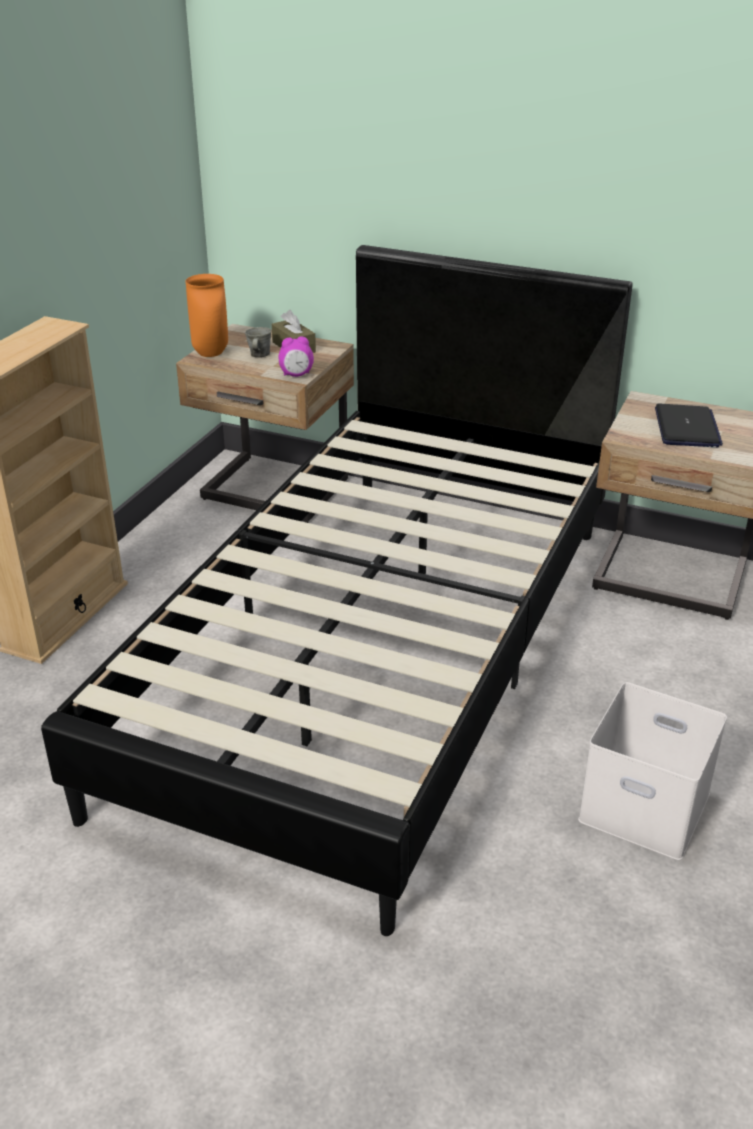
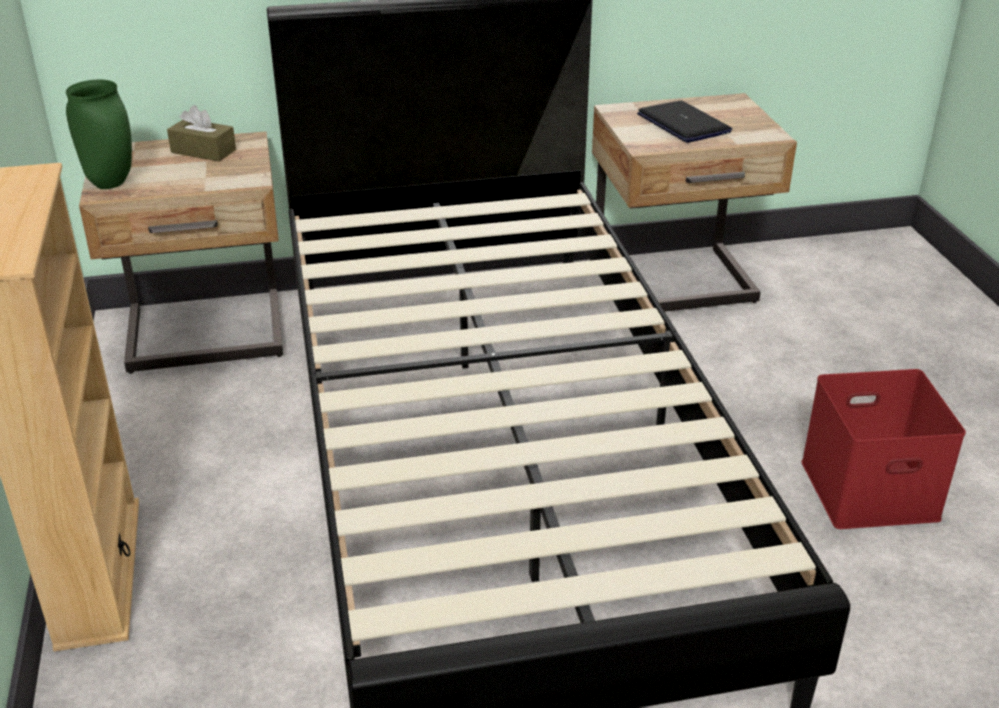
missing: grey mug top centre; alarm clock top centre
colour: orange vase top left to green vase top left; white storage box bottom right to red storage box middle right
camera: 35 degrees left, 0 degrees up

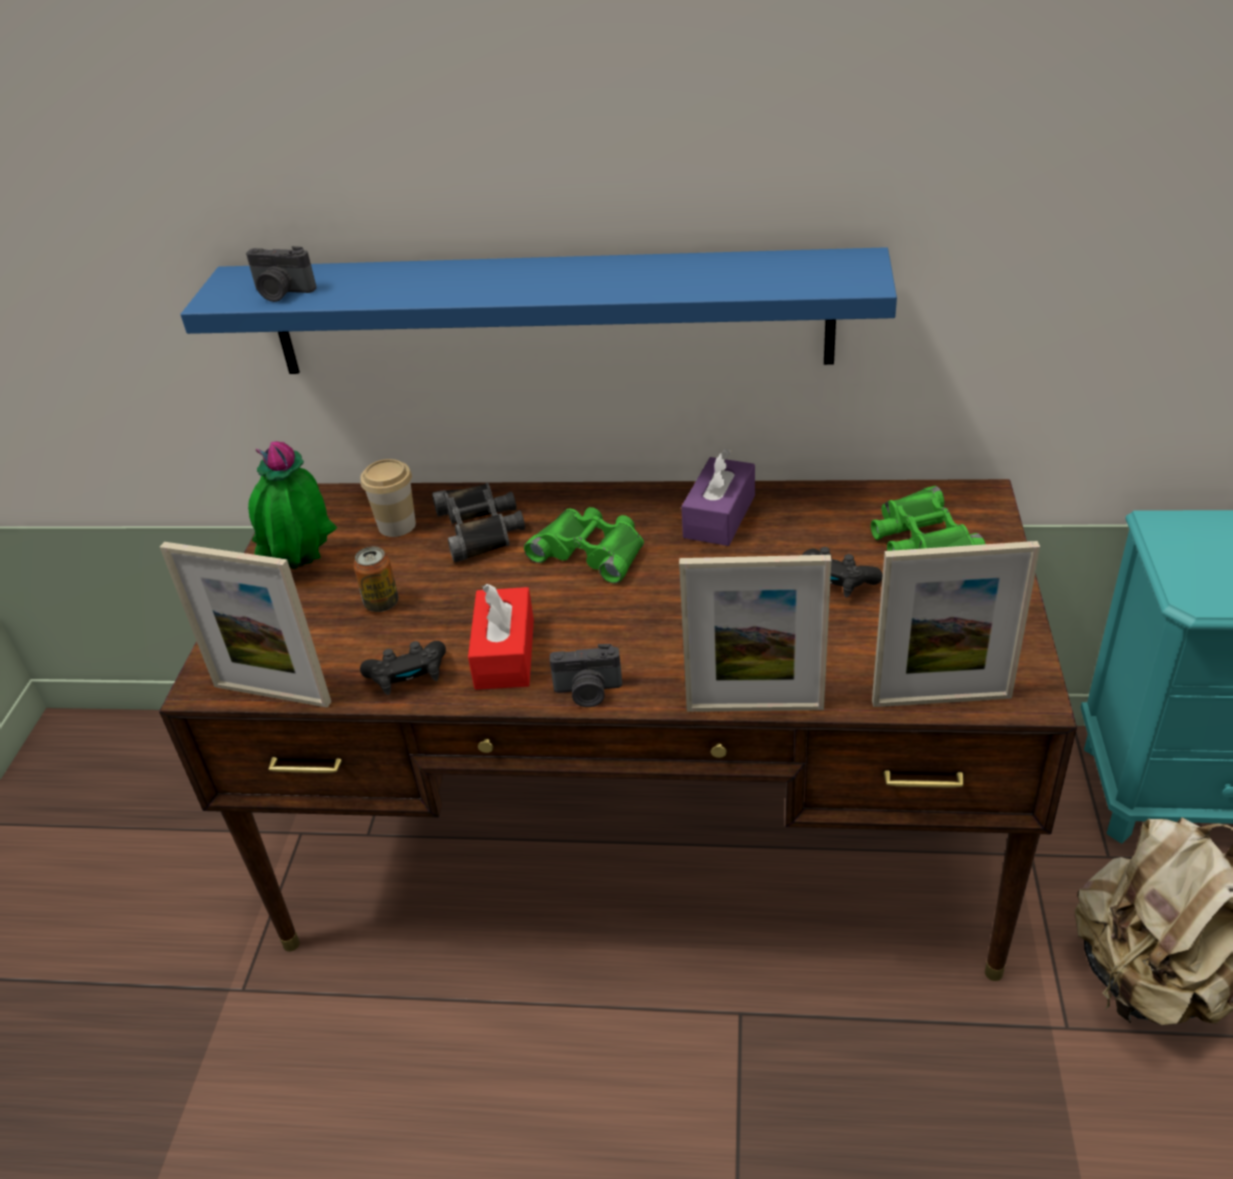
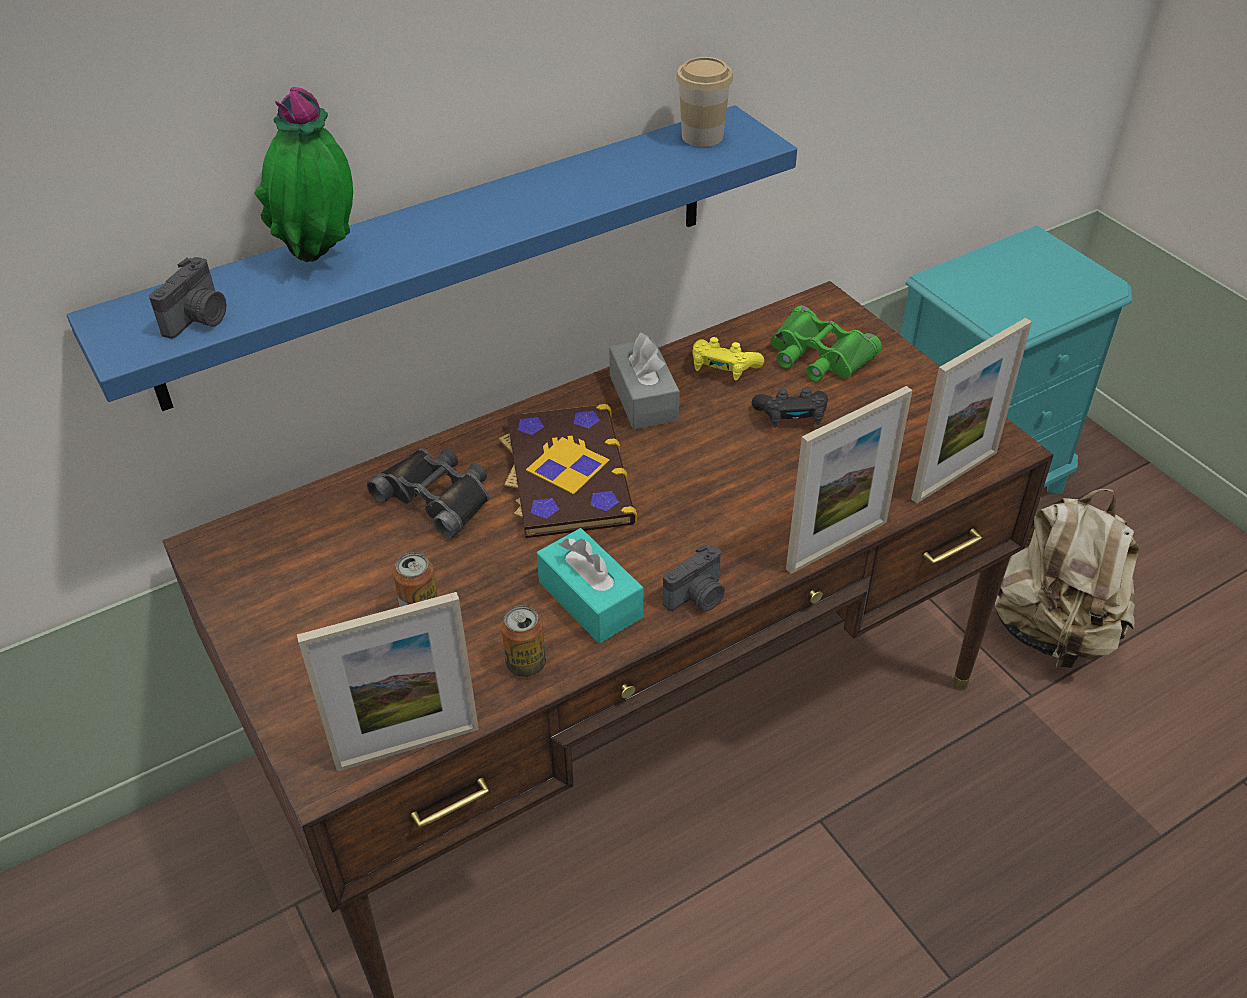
appeared: yellow game controller centre
relocated: potted plant middle left to top left; cup middle left to top centre
exchanged: black game controller (no. 1 from left) middle left to can (no. 2 from left) centre; green binoculars (no. 1 from left) centre to book centre
colour: red tissue box centre to turquoise tissue box centre; purple tissue box centre to grey tissue box centre
spun: photo camera (no. 1 from left) top left = top left 45 degrees counterclockwise
camera: 40 degrees left, 5 degrees up

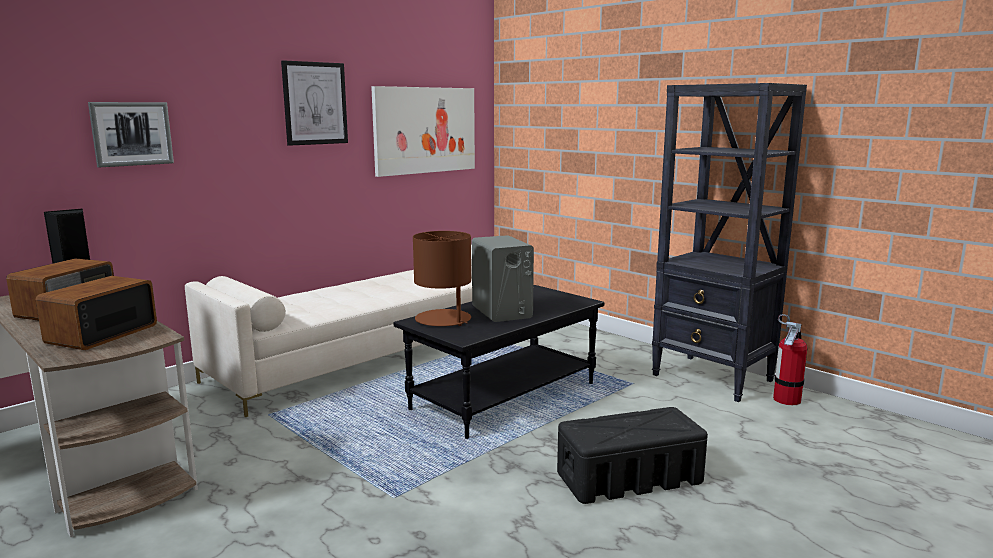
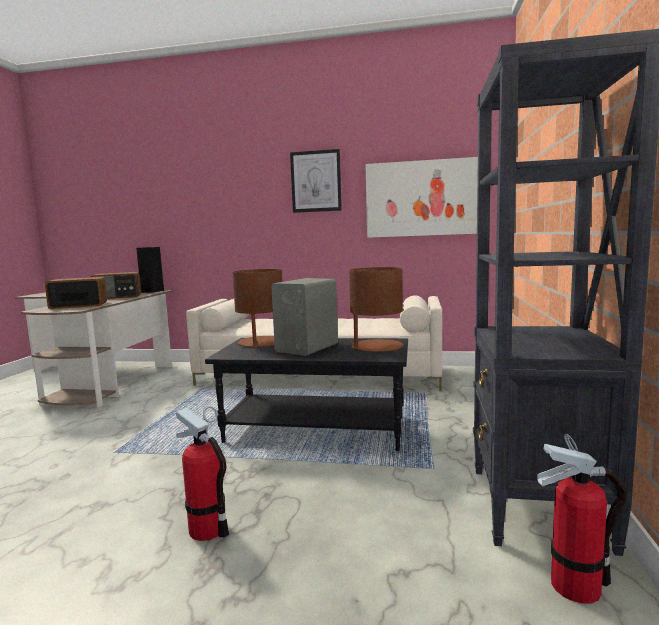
missing: picture (no. 1 from left) top left
appeared: brown table lamp (no. 2 from left) centre
exchanged: black storage box bottom centre to fire extinguisher (no. 1 from left) bottom left
camera: 55 degrees right, 5 degrees down

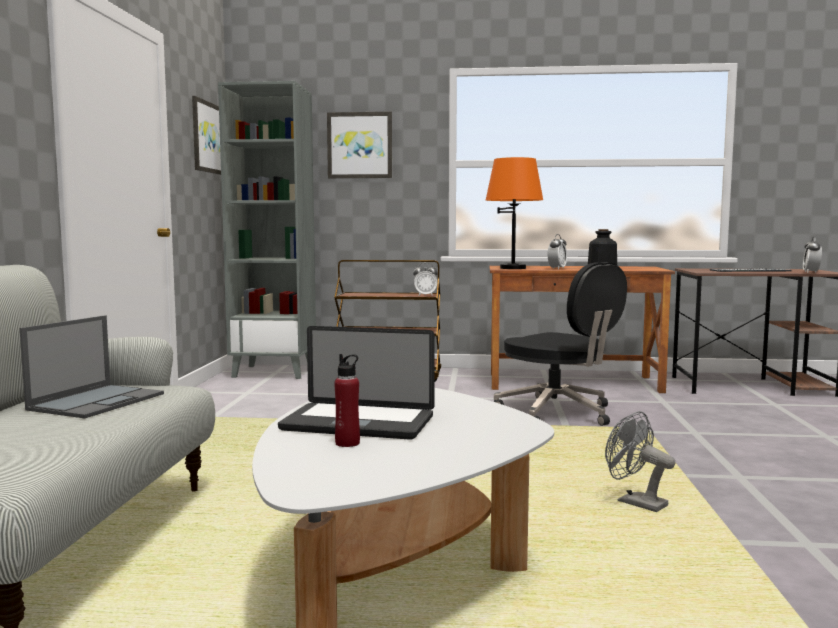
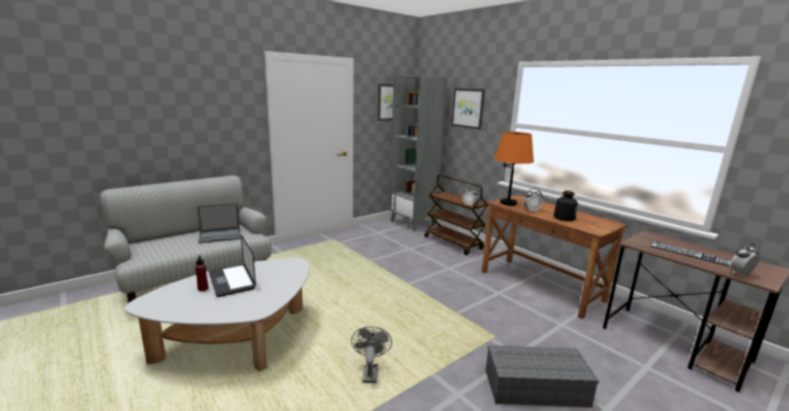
missing: black office chair middle right
appeared: grey storage box bottom right
camera: 45 degrees right, 10 degrees up

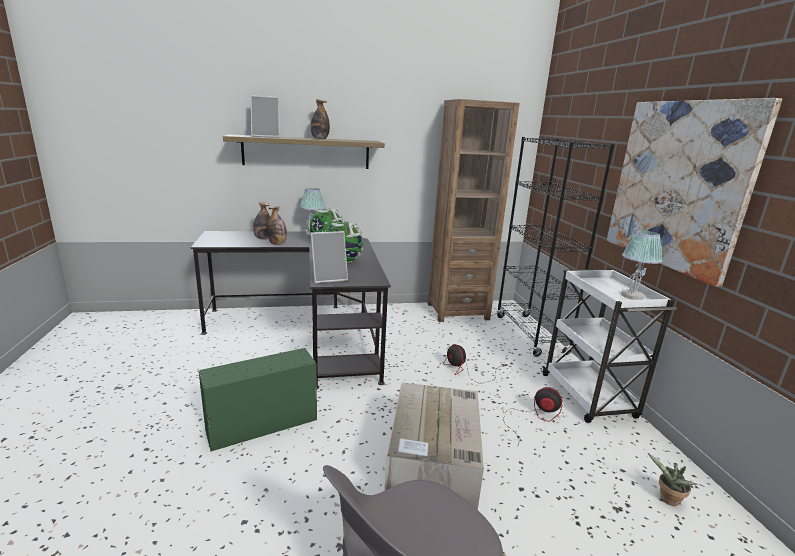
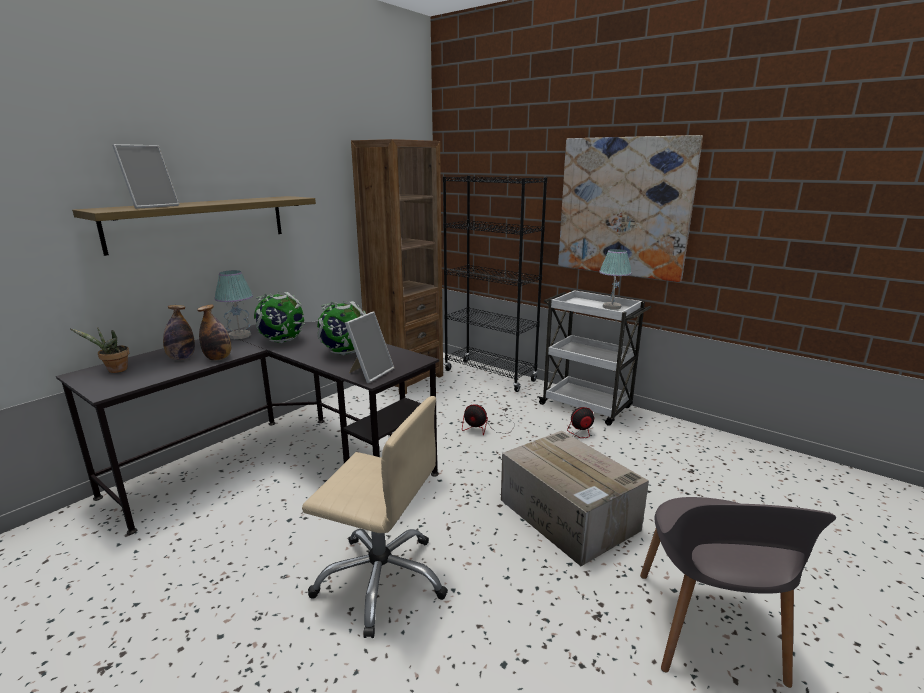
missing: bottle (no. 3 from left) top centre
relocated: potted plant bottom right to middle left
exchanged: green storage box bottom left to beige office chair bottom centre
camera: 40 degrees left, 0 degrees up

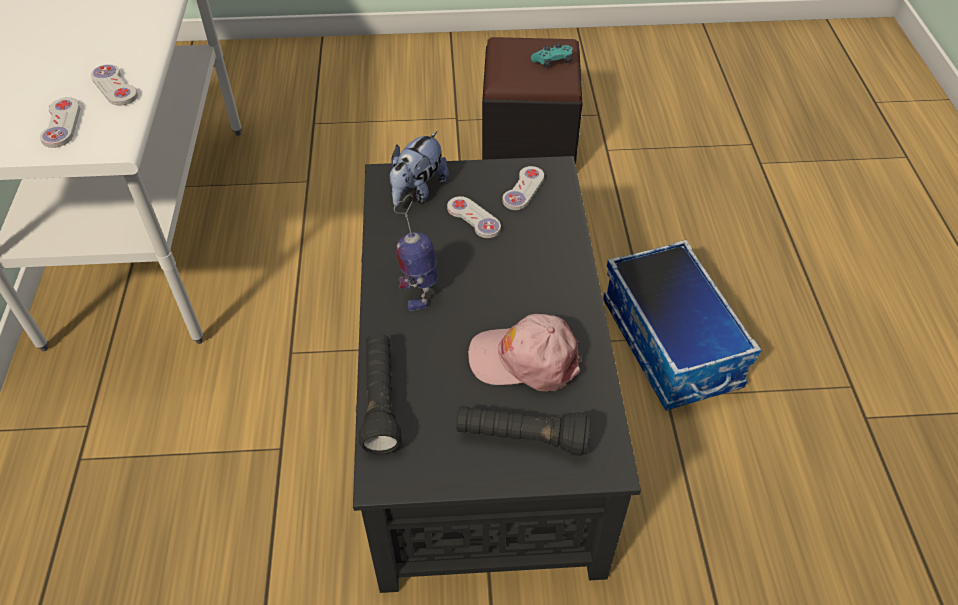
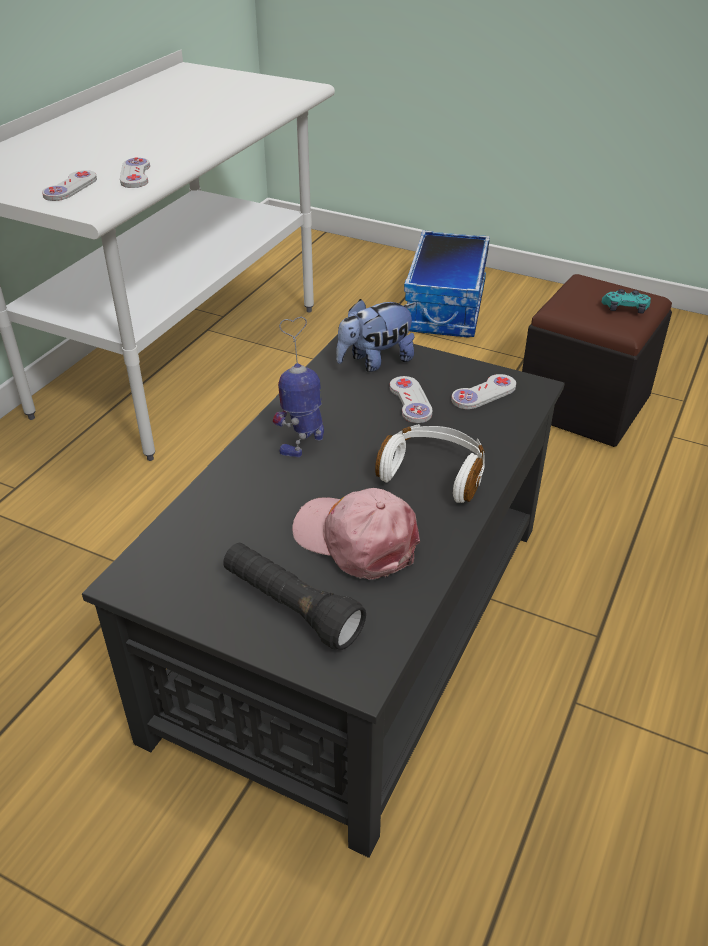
missing: black flashlight (no. 1 from left) centre
appeared: white headphones centre
relocated: storage box middle right to top centre
camera: 30 degrees right, 10 degrees down

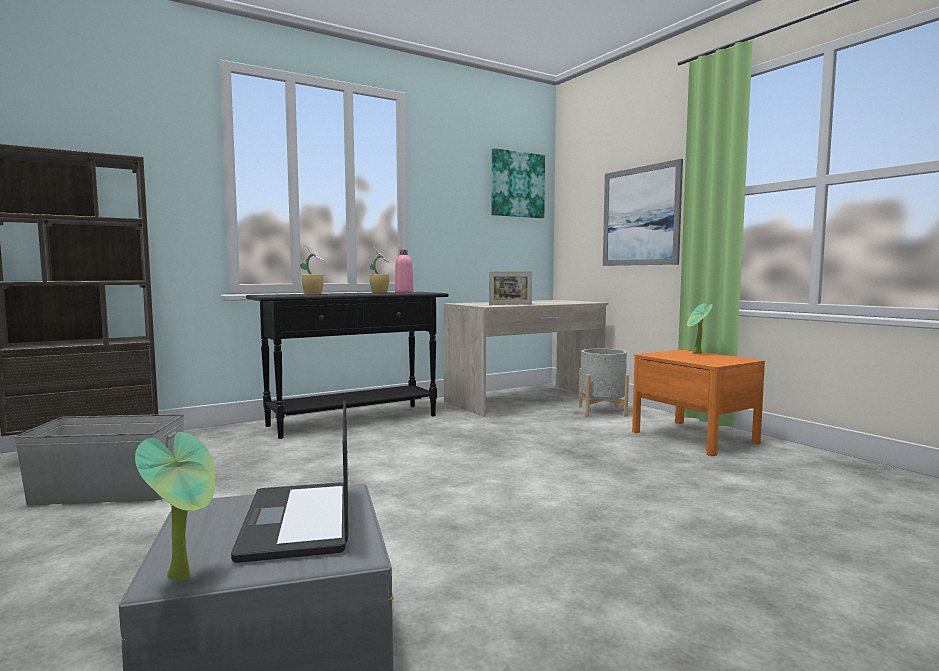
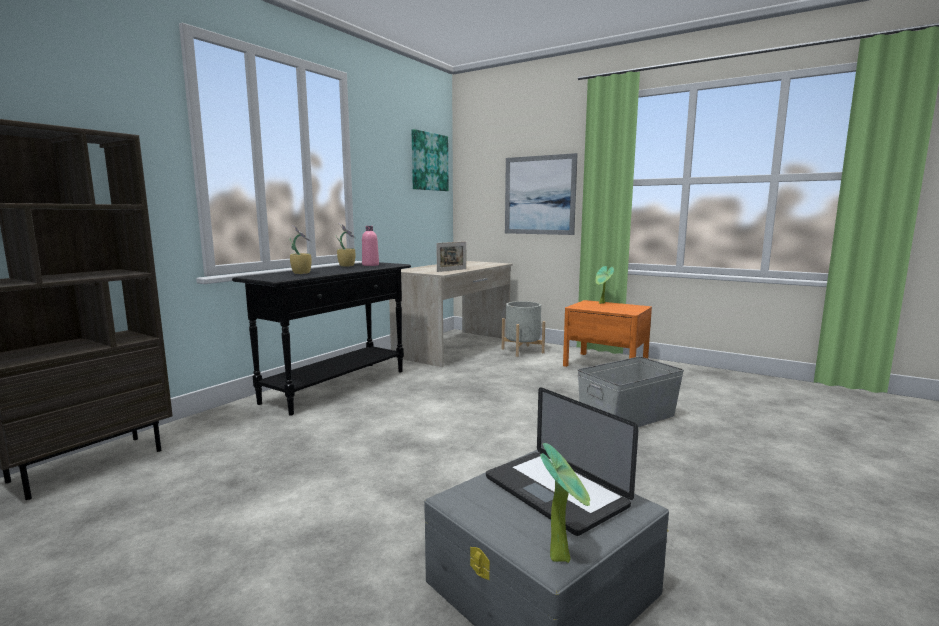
relocated: grey storage box (no. 1 from left in the first image) bottom left to grey storage box (no. 2 from left) middle right
camera: 25 degrees left, 5 degrees up

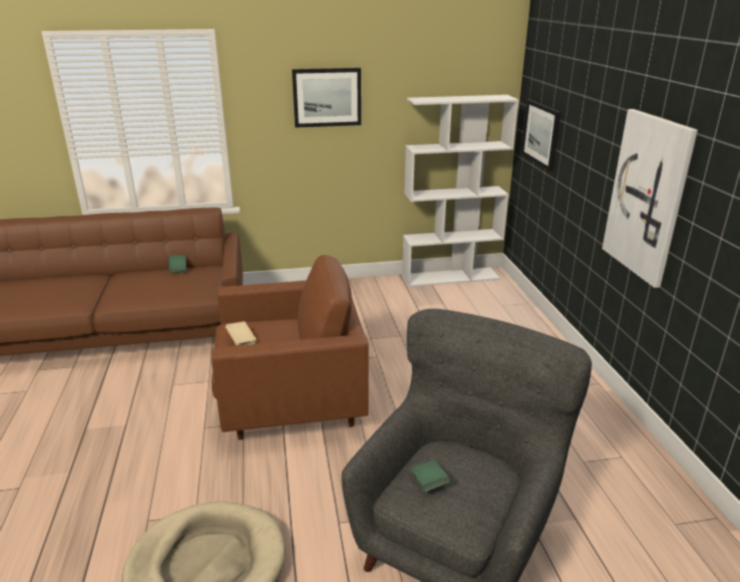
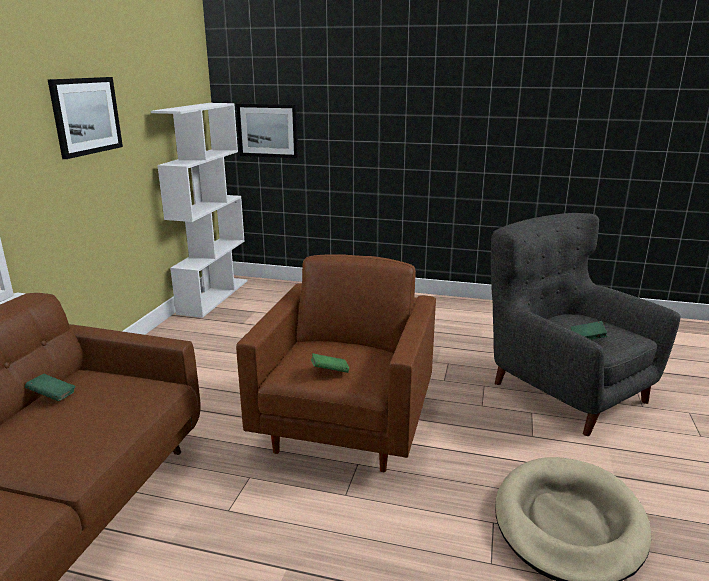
missing: picture (no. 3 from left) middle right
colour: beige book middle left to green book (no. 2 from left) centre
camera: 65 degrees left, 5 degrees down

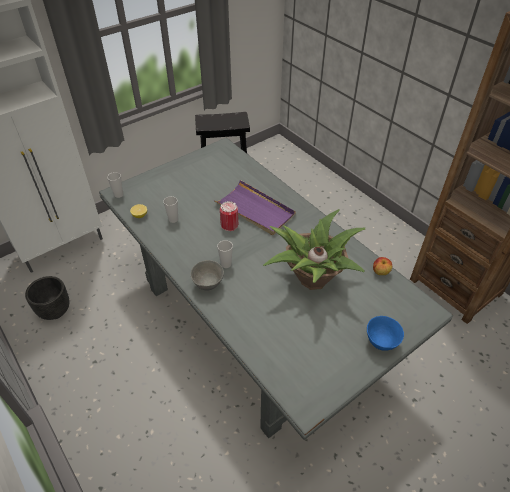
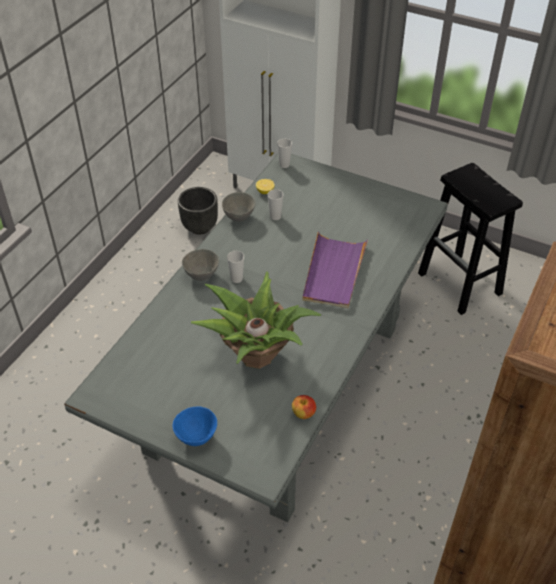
missing: can centre
appeared: grey bowl (no. 2 from left) centre
camera: 65 degrees right, 0 degrees up

